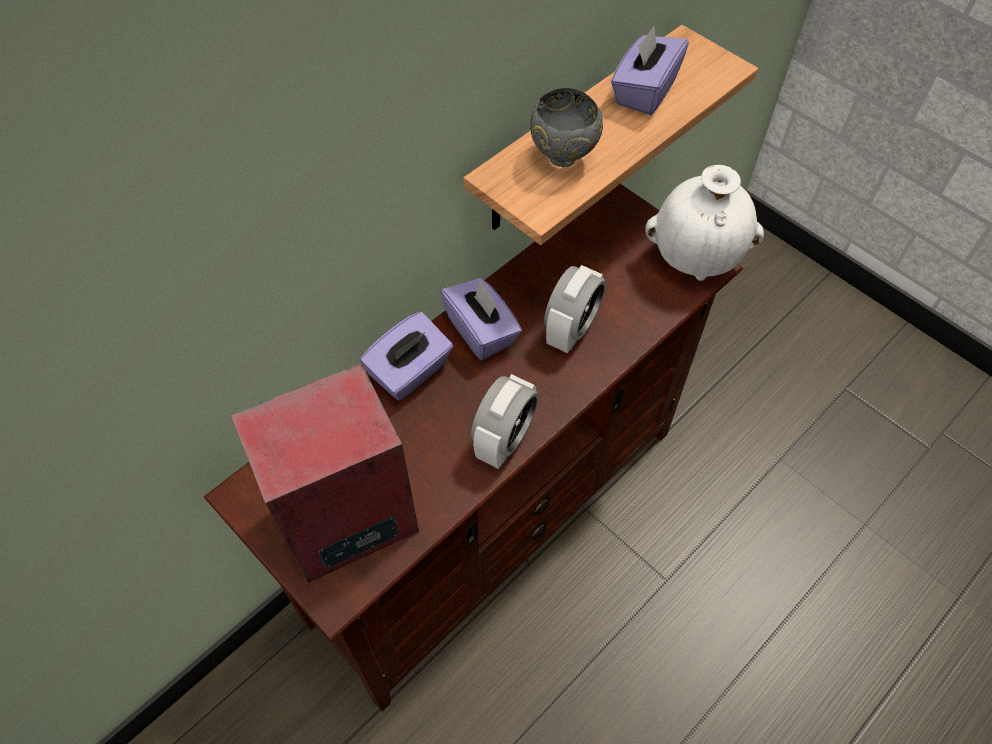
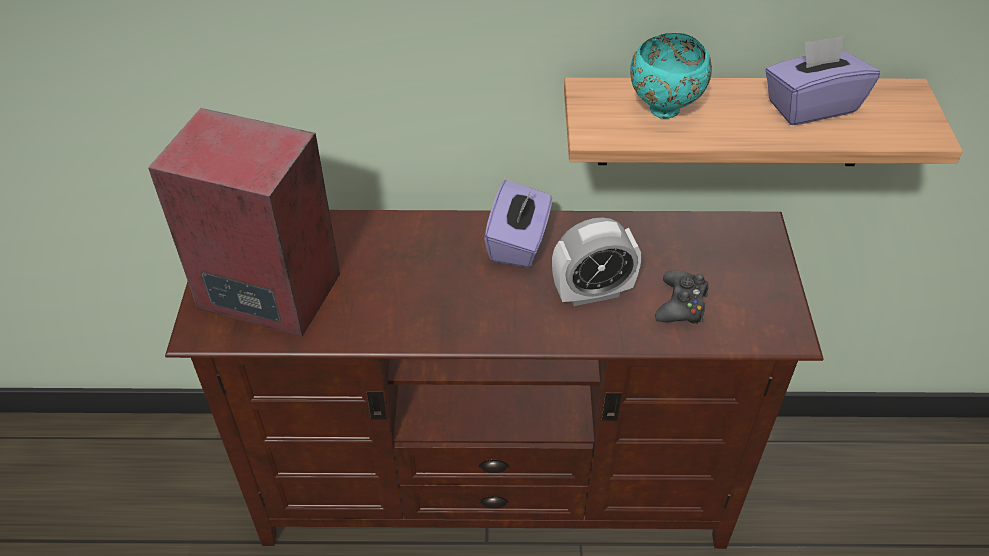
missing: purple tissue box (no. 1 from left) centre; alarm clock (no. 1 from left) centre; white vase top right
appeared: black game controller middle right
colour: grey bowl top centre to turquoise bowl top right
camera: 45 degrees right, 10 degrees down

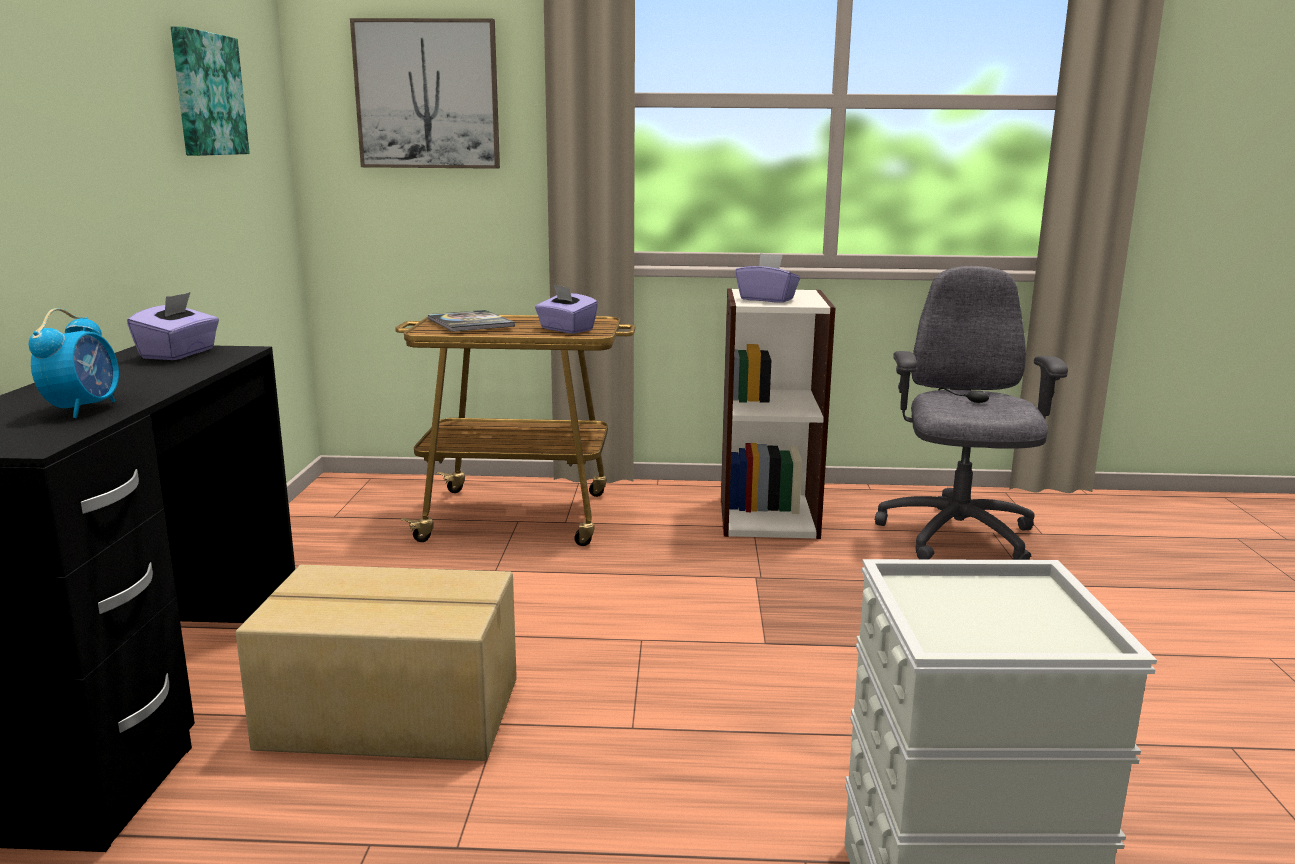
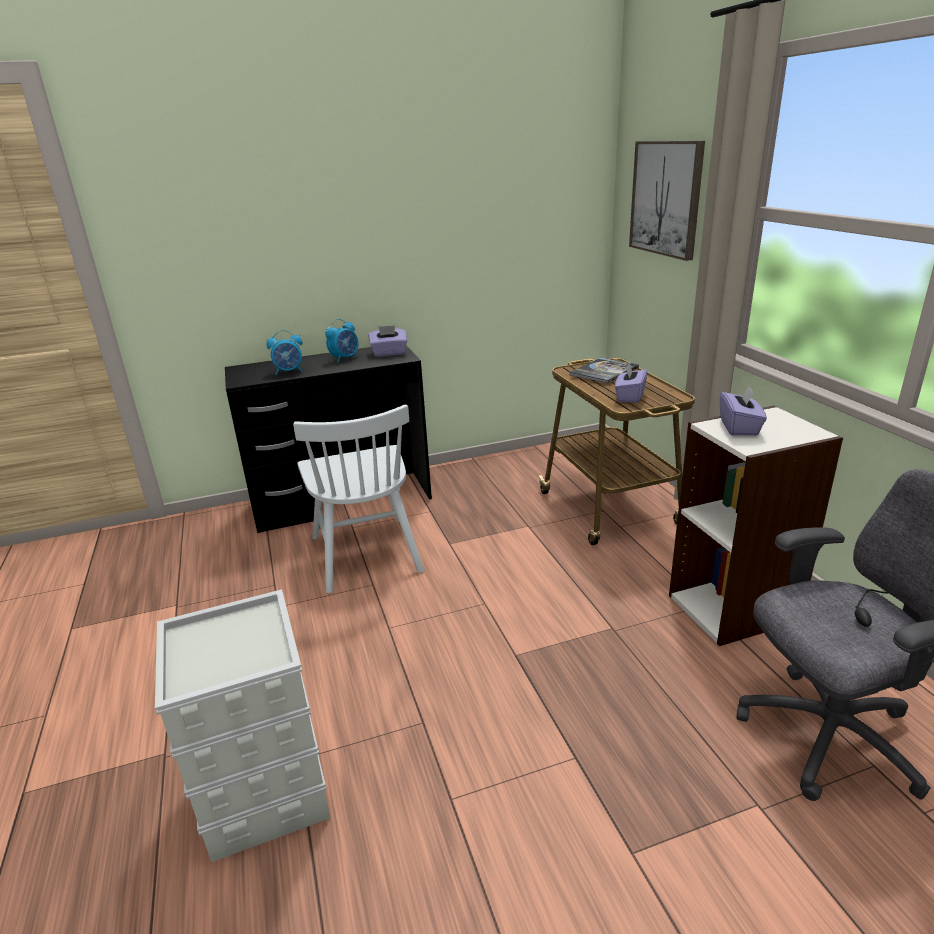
missing: picture (no. 1 from left) top left
appeared: alarm clock (no. 2 from left) centre
exchanged: cardboard box bottom left to white chair centre
camera: 70 degrees right, 10 degrees up

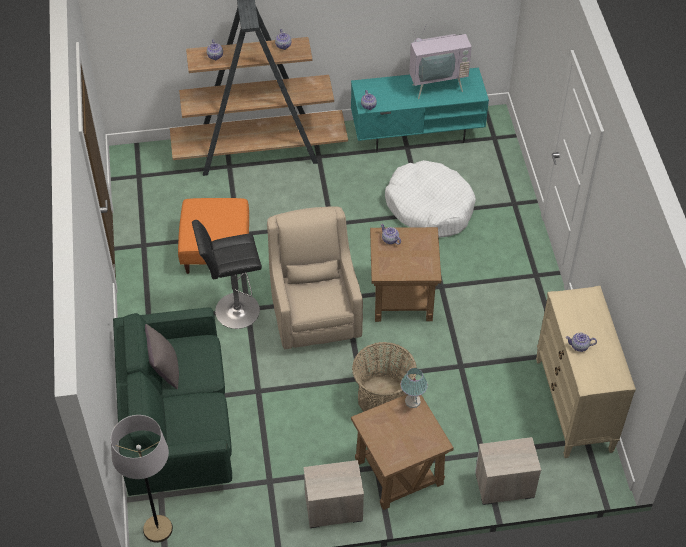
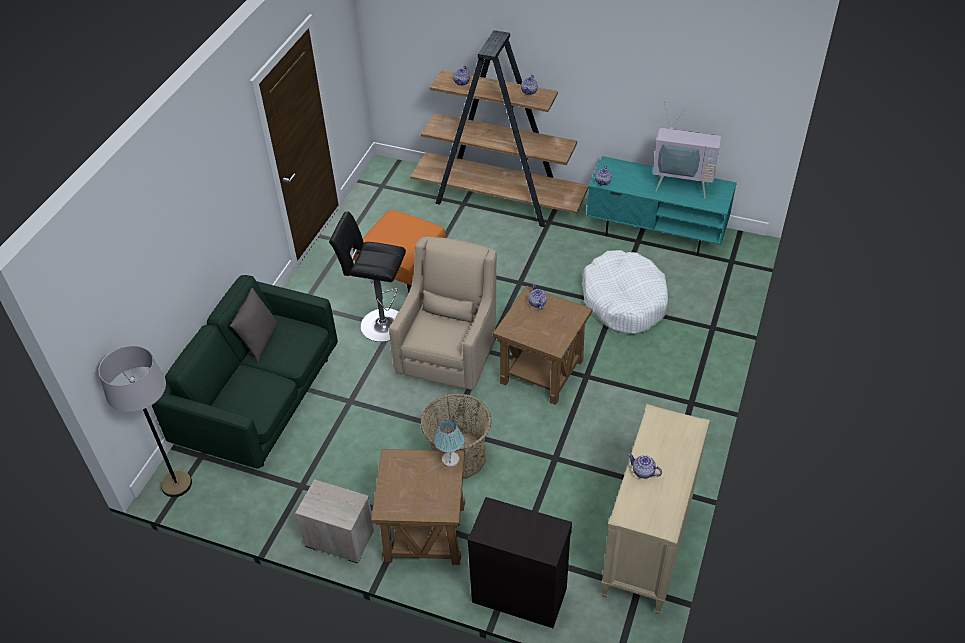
exchanged: nightstand (no. 2 from left) bottom right to black cabinet bottom centre
camera: 30 degrees right, 5 degrees down

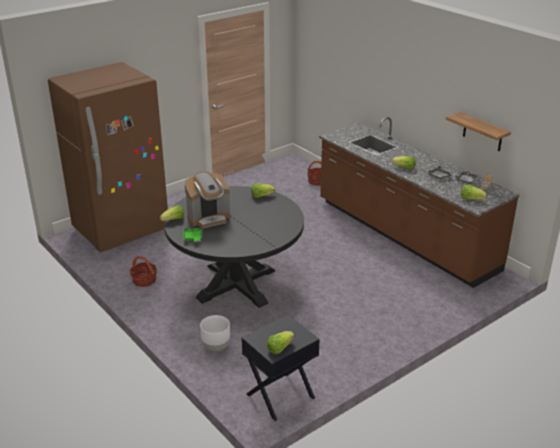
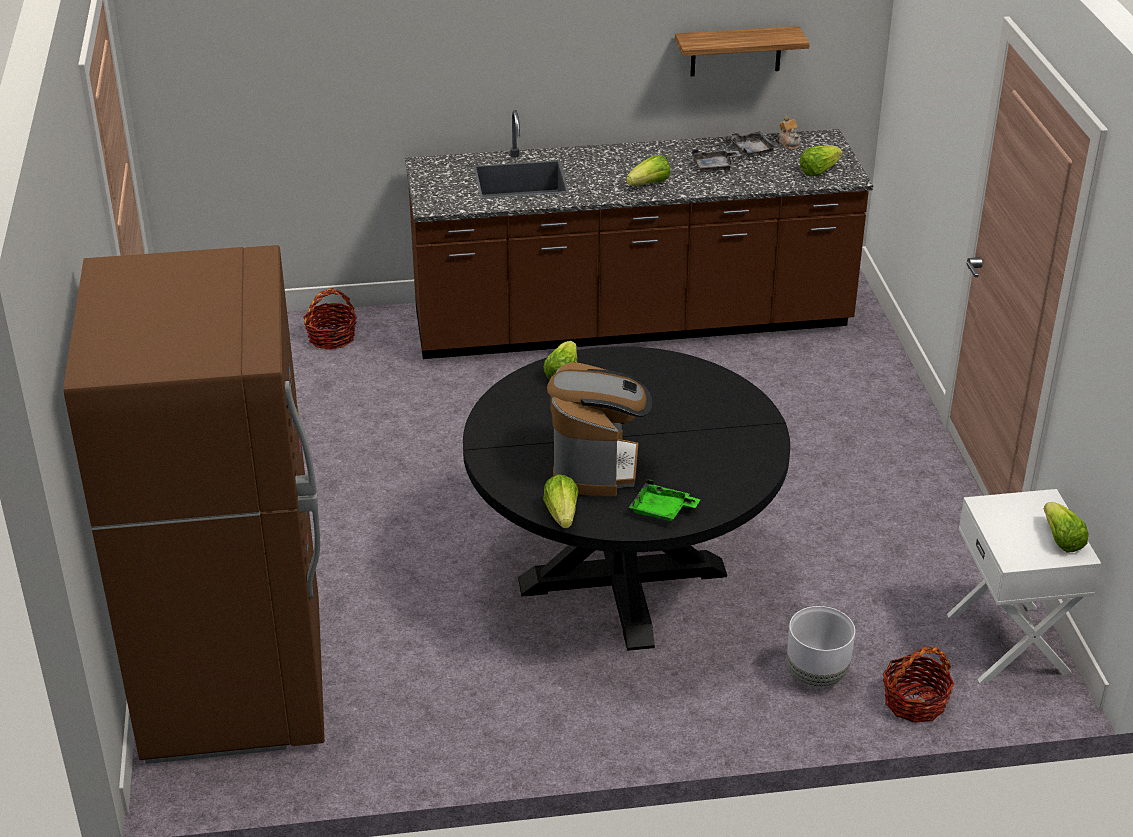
relocated: basket (no. 1 from left in the first image) middle left to basket (no. 2 from left) bottom right
colour: black nightstand bottom centre to white nightstand bottom right
camera: 60 degrees left, 5 degrees up

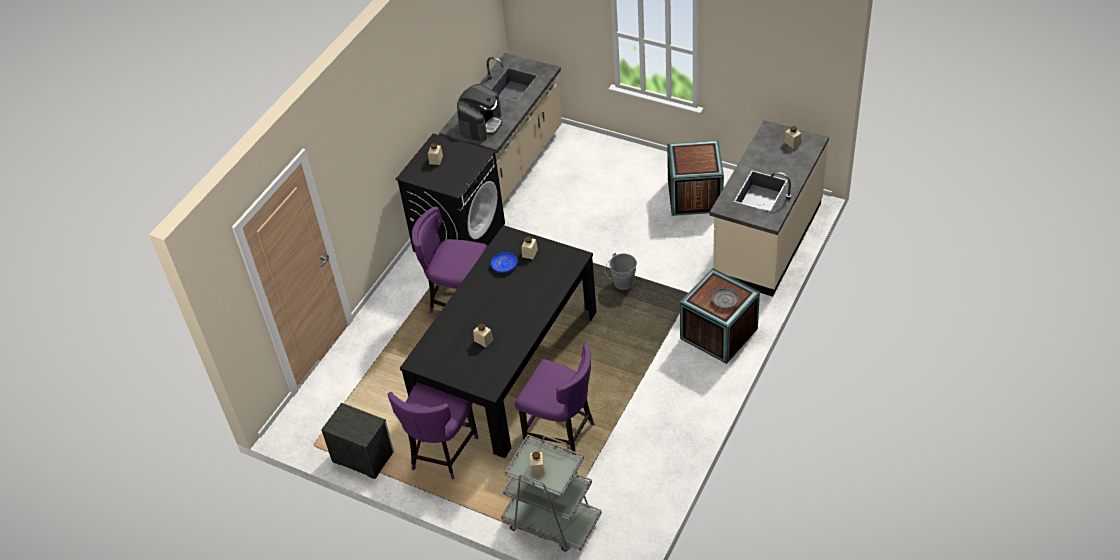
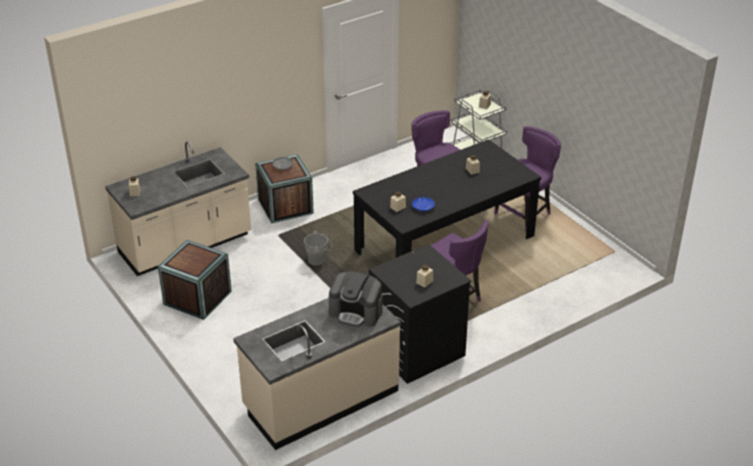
missing: nightstand bottom left
spun: coffee machine top centre = centre 120 degrees counterclockwise
camera: 155 degrees left, 10 degrees down

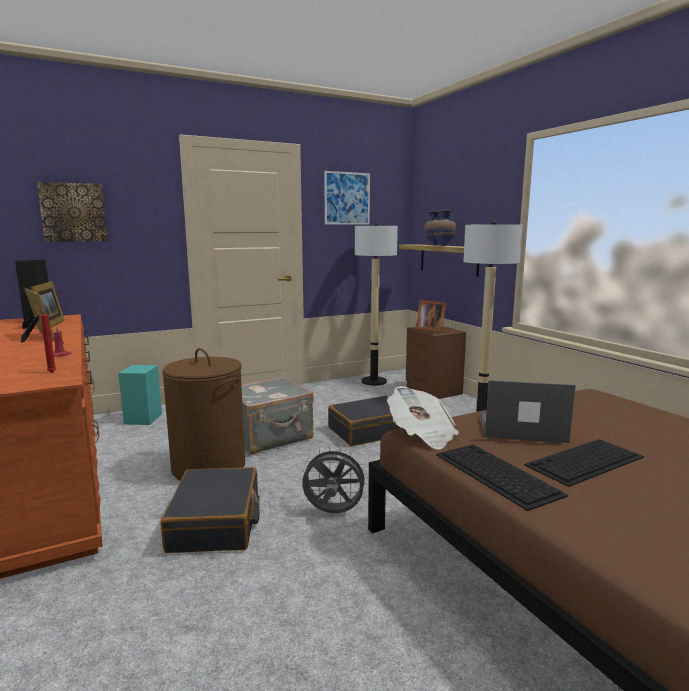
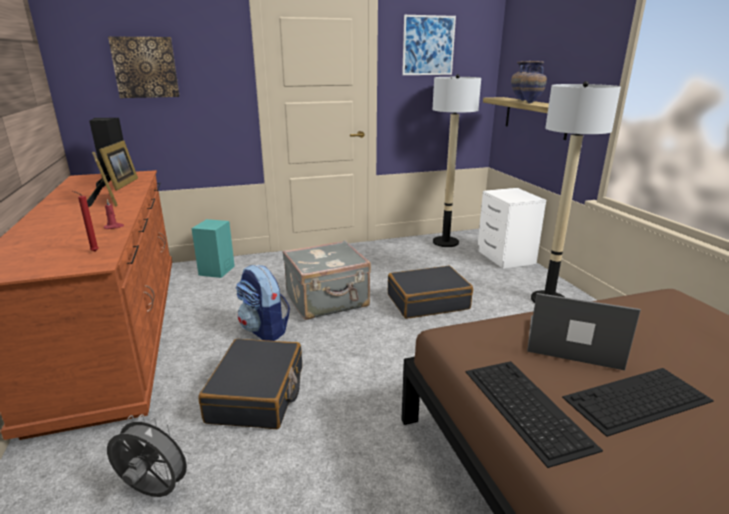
missing: newspaper centre; picture frame (no. 3 from left) centre
relocated: grey fan bottom centre to bottom left
exchanged: brown laundry basket middle left to backpack centre
colour: brown nightstand centre to white nightstand middle right
camera: 10 degrees right, 10 degrees up

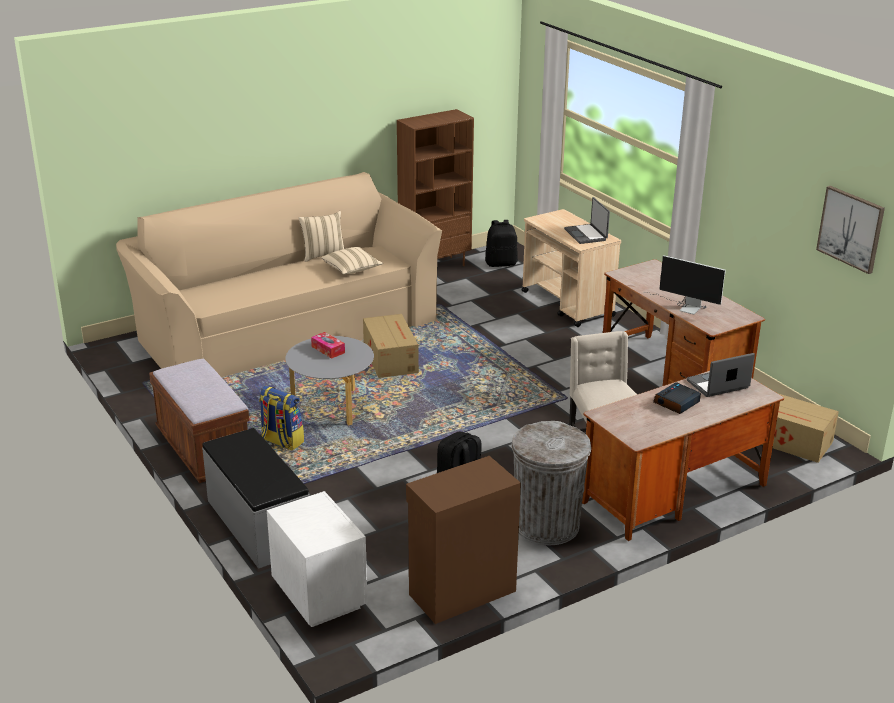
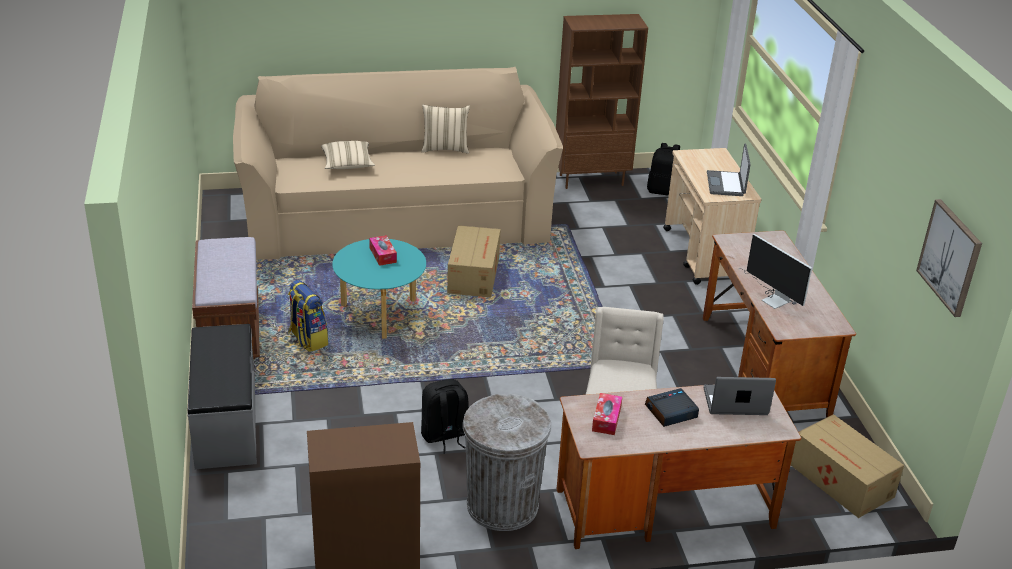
missing: white nightstand bottom centre
appeared: tissue box (no. 2 from left) bottom centre
relocated: beige pillow (no. 2 from left in the first image) centre to beige pillow (no. 1 from left) top centre
colour: grey coffee table centre to turquoise coffee table centre
camera: 20 degrees right, 5 degrees up

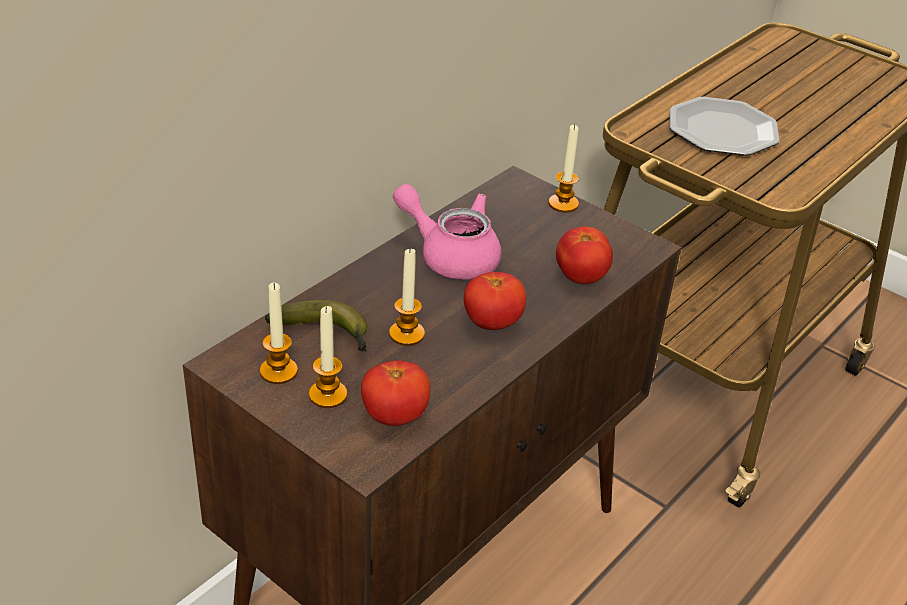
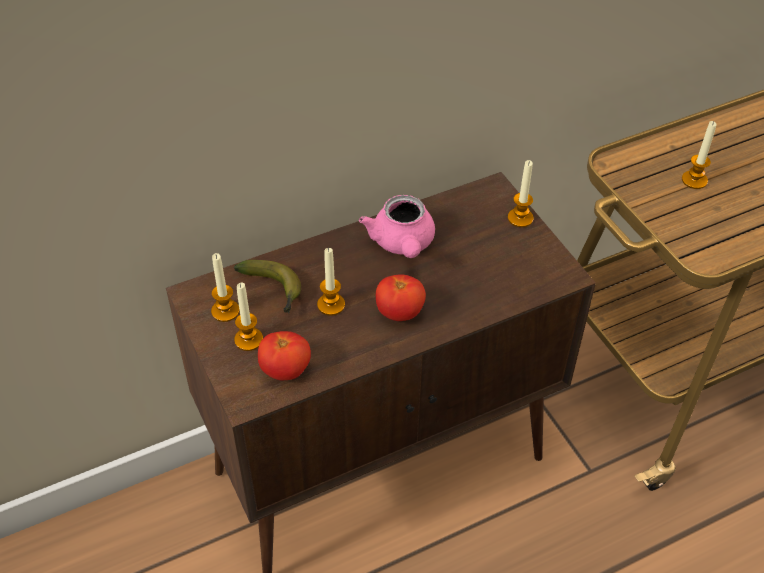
missing: tomato (no. 3 from left) centre
exchanged: plate top right to candle (no. 5 from left) top right
spun: pink teapot centre = centre 150 degrees counterclockwise
camera: 25 degrees right, 10 degrees up

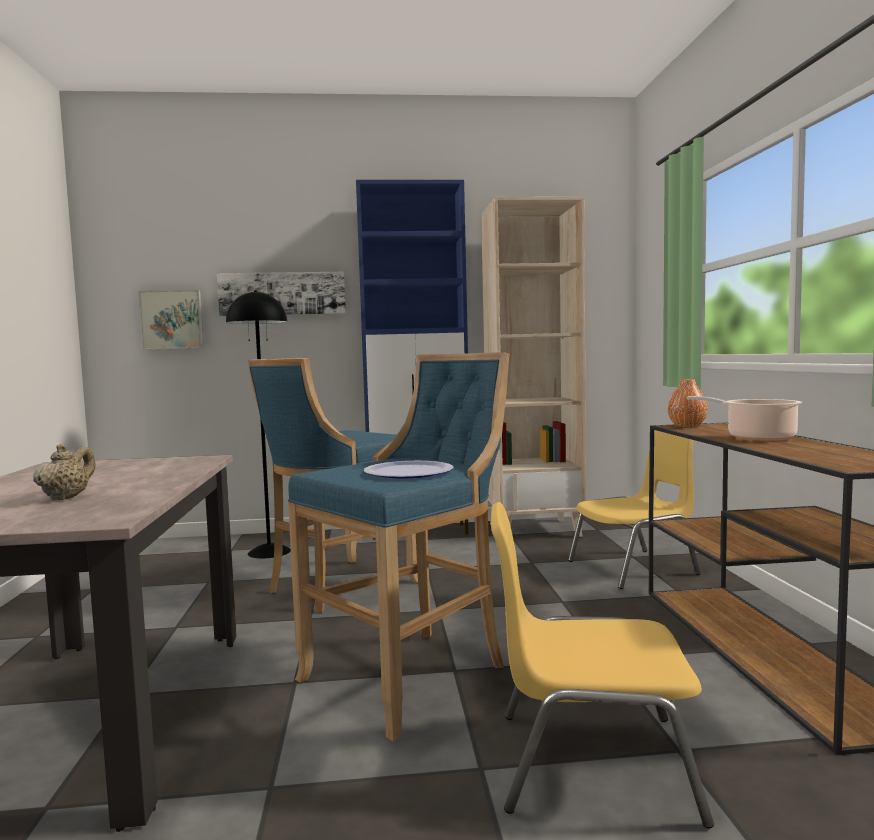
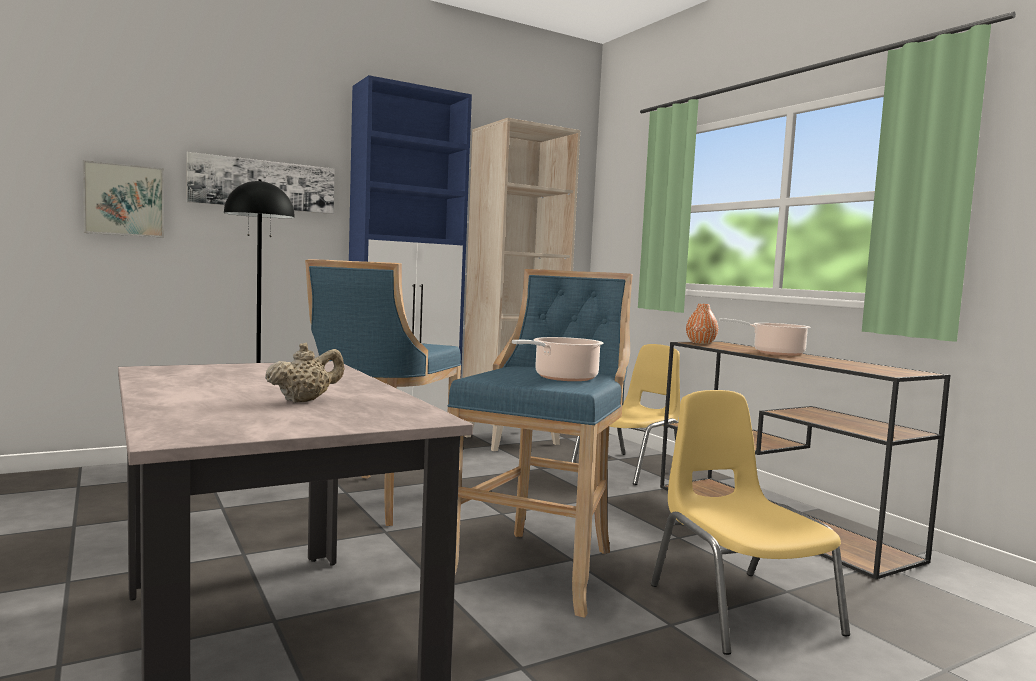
exchanged: plate centre to cooking pot (no. 1 from left) centre
spun: beige teapot middle left = middle left 60 degrees clockwise; yellow chair (no. 1 from left in the first image) bottom right = bottom right 90 degrees clockwise
camera: 25 degrees left, 0 degrees up

